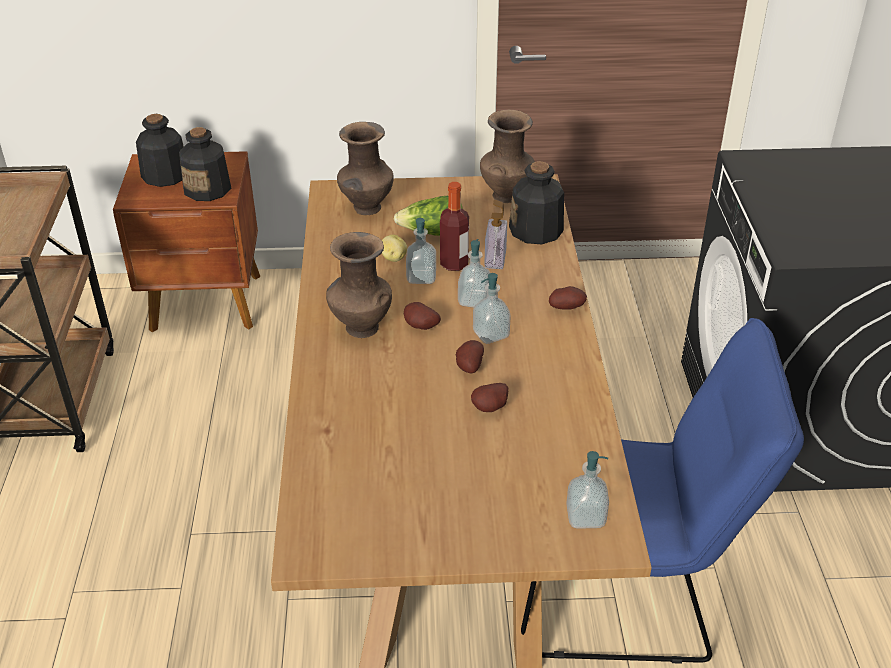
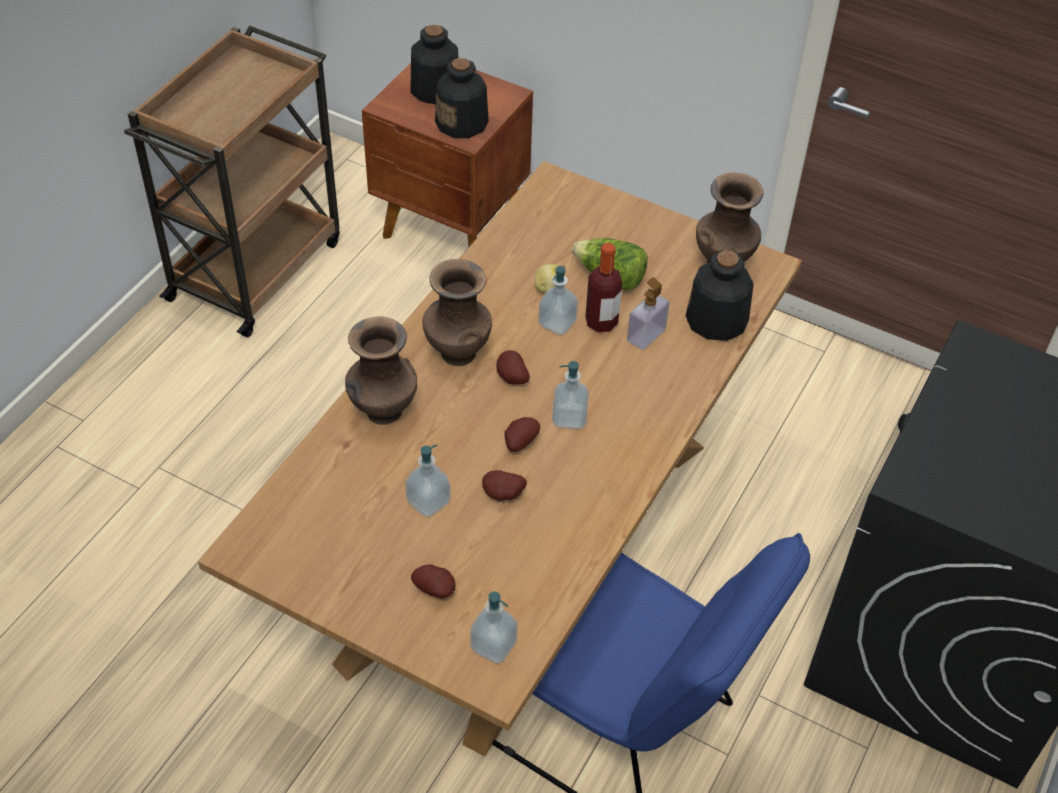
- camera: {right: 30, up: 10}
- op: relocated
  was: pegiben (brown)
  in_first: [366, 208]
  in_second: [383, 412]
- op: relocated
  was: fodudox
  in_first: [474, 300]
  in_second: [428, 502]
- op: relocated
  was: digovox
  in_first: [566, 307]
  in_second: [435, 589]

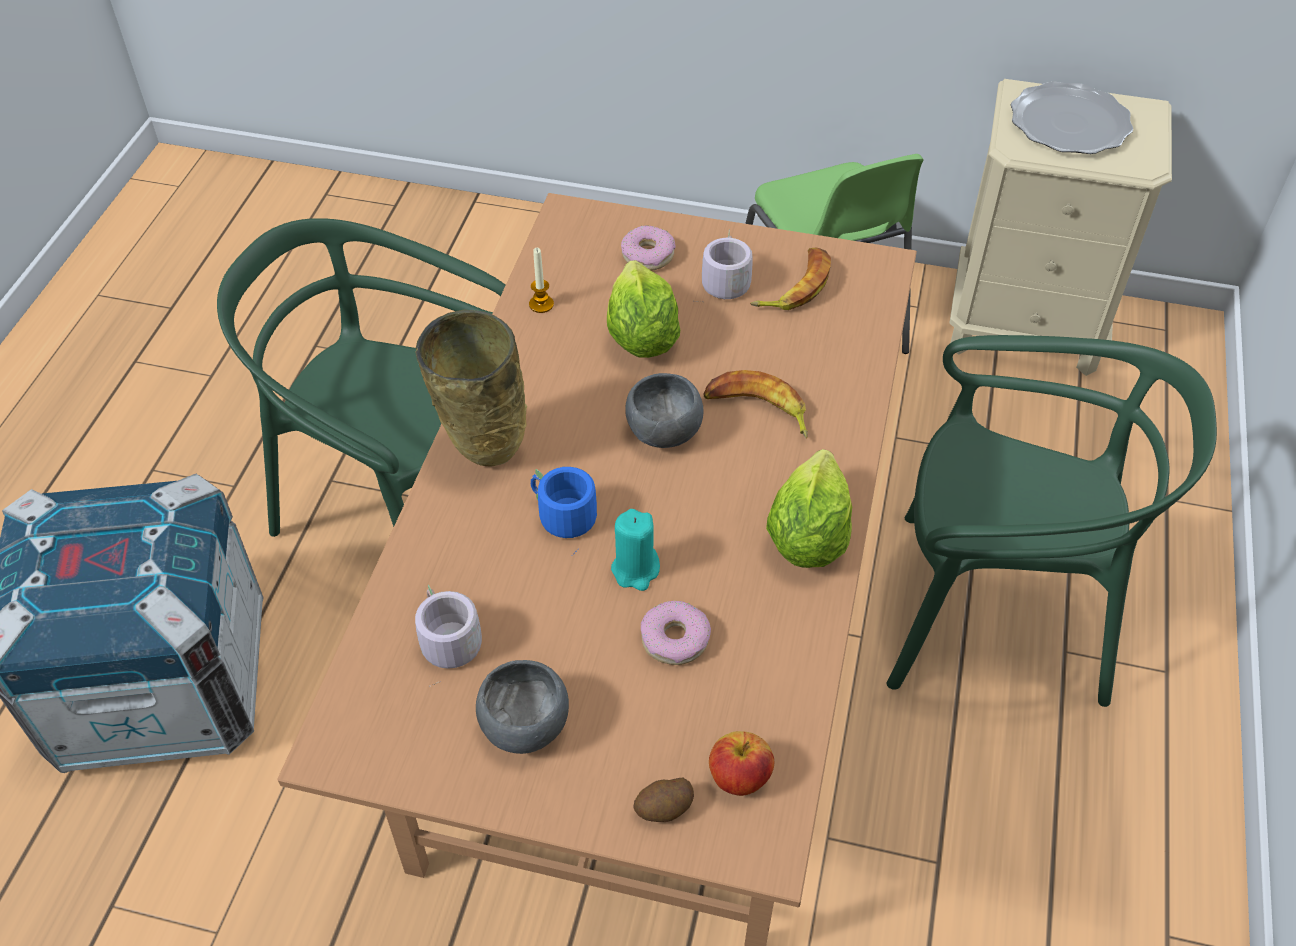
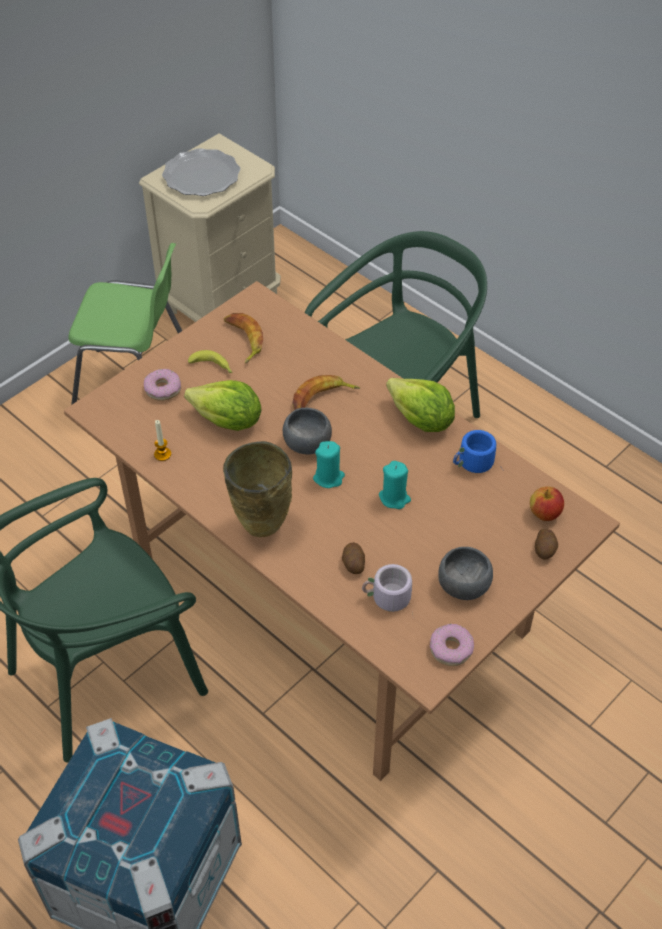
- camera: {right: -60, up: 0}
- op: relocated
  was: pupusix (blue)
  in_first: [560, 517]
  in_second: [473, 464]
- op: relocated
  was: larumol
  in_first: [675, 639]
  in_second: [450, 648]
- op: exchanged
  was: pupusix (grey)
  now: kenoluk
  in_first: [723, 281]
  in_second: [213, 367]
- op: appeared
  now: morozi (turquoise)
  in_second: [329, 477]
- op: appeared
  now: digovox
  in_second: [353, 564]

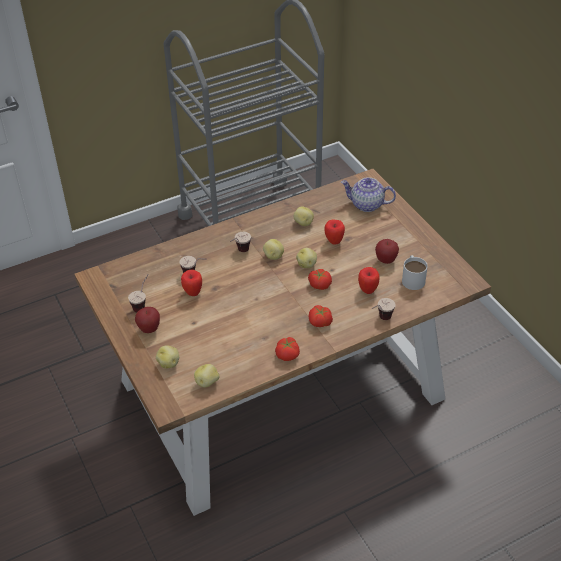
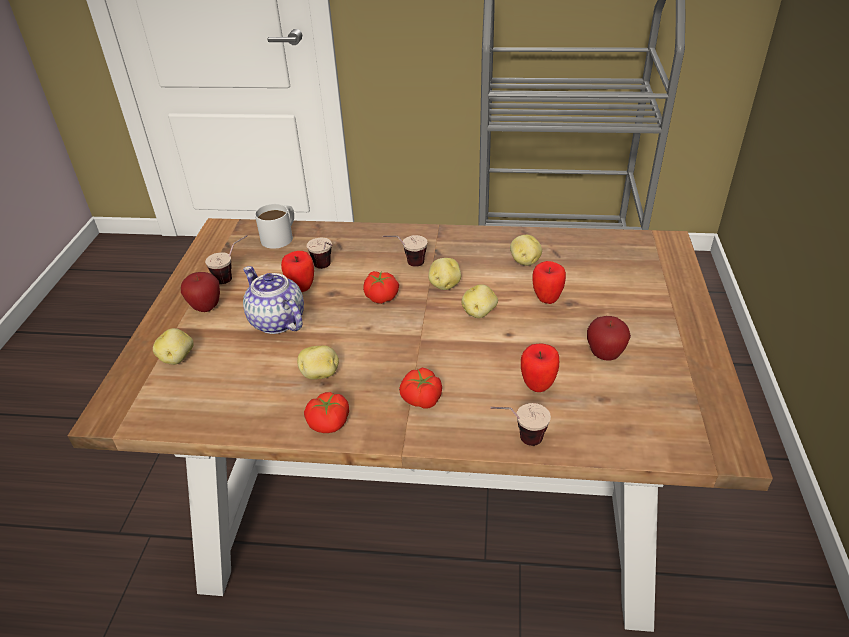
- camera: {right: 35, up: -5}
- op: relocated
  was: digovox
  in_first: [207, 382]
  in_second: [320, 374]
- op: relocated
  was: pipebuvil
  in_first: [320, 284]
  in_second: [381, 296]
- op: relocated
  was: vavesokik
  in_first: [366, 205]
  in_second: [276, 321]
- op: relocated
  was: pupusix (white)
  in_first: [412, 278]
  in_second: [281, 236]

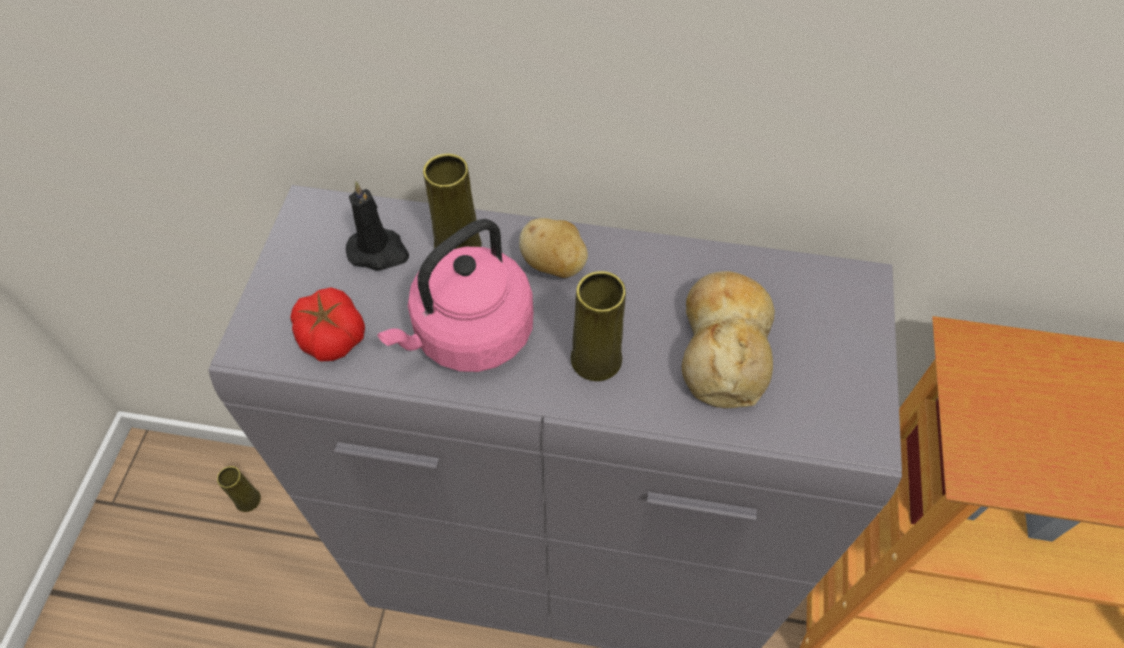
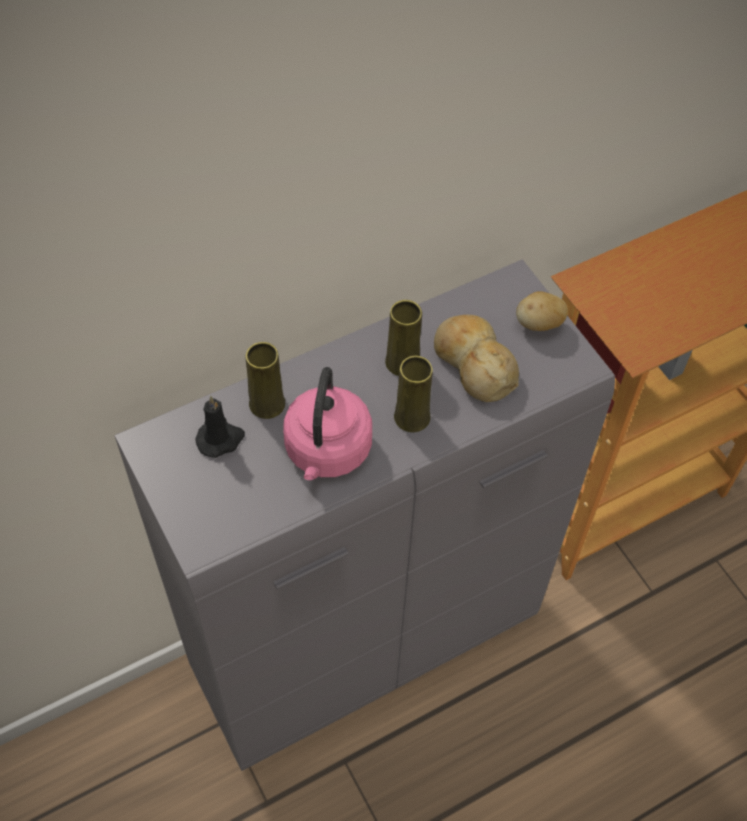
- camera: {right: -40, up: 0}
- op: relocated
  was: pegiben (yellow)
  in_first: [248, 500]
  in_second: [402, 362]
- op: missing
  was: pipebuvil
  in_first: [331, 336]
- op: relocated
  was: digovox
  in_first: [554, 265]
  in_second: [538, 324]

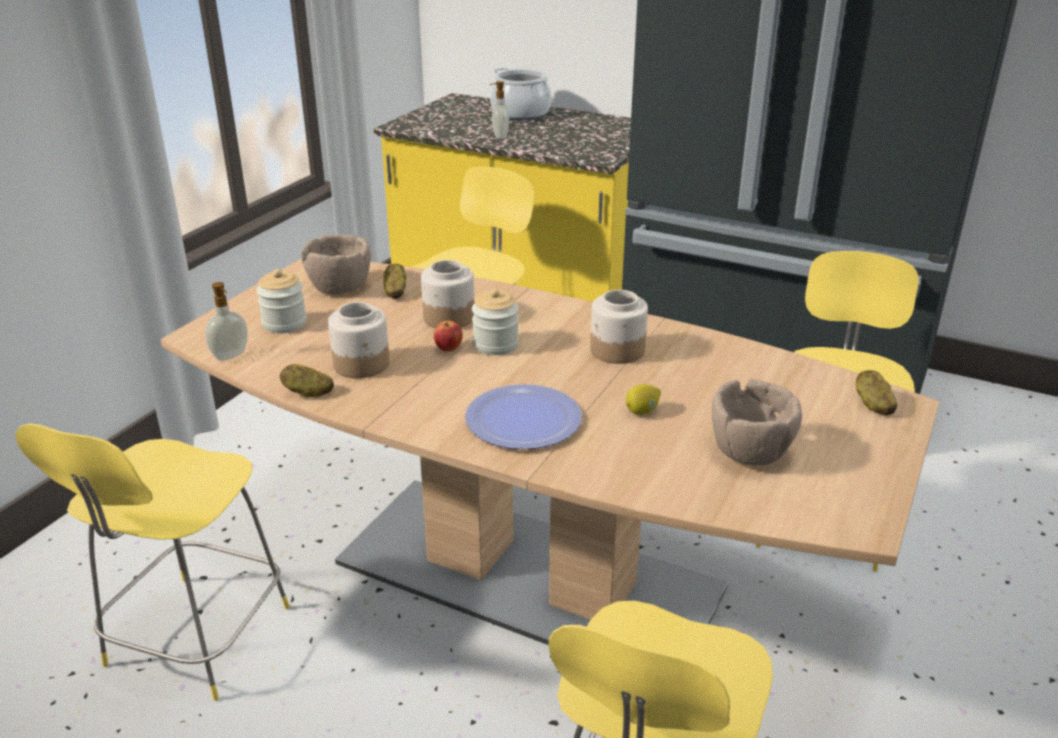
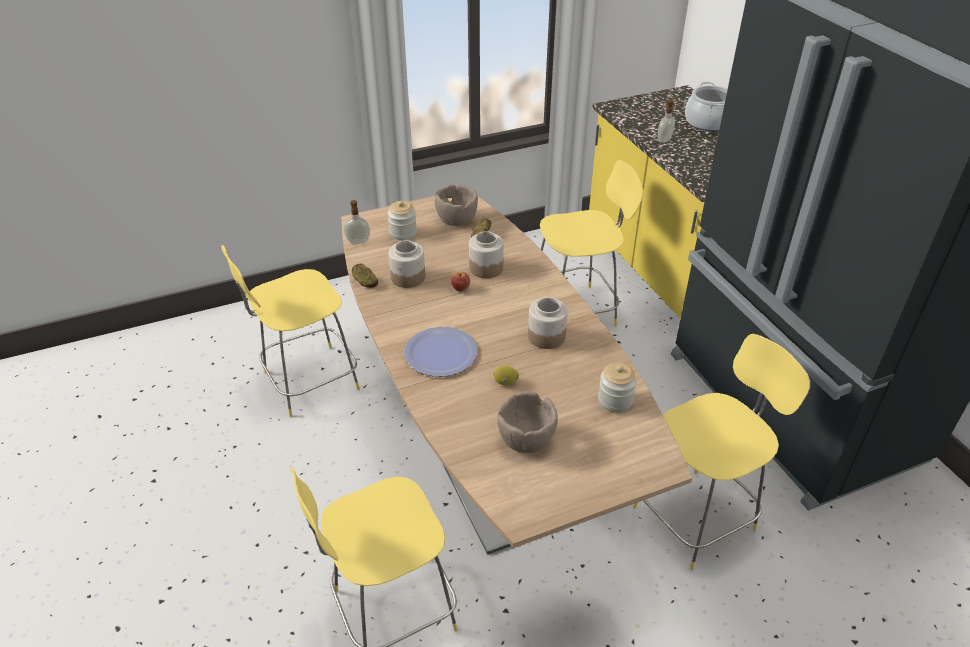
- camera: {right: 40, up: 10}
- op: relocated
  was: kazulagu
  in_first: [495, 345]
  in_second: [615, 400]
- op: missing
  was: digovox
  in_first: [872, 405]

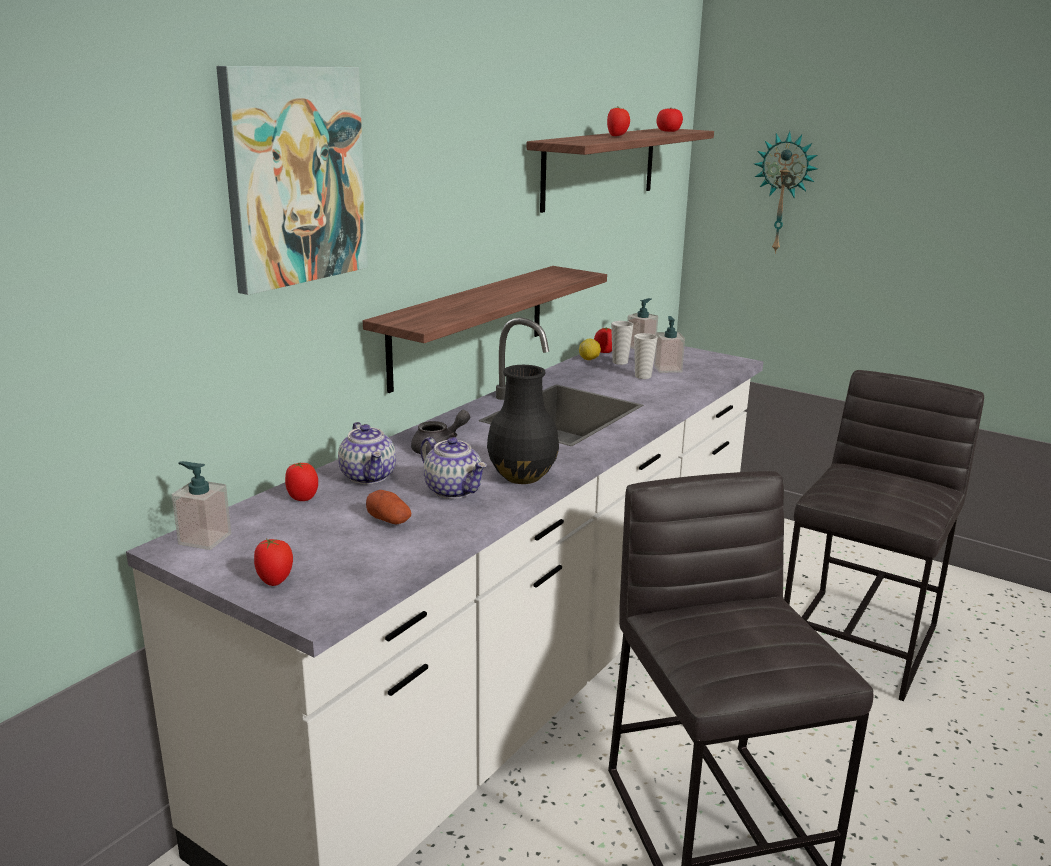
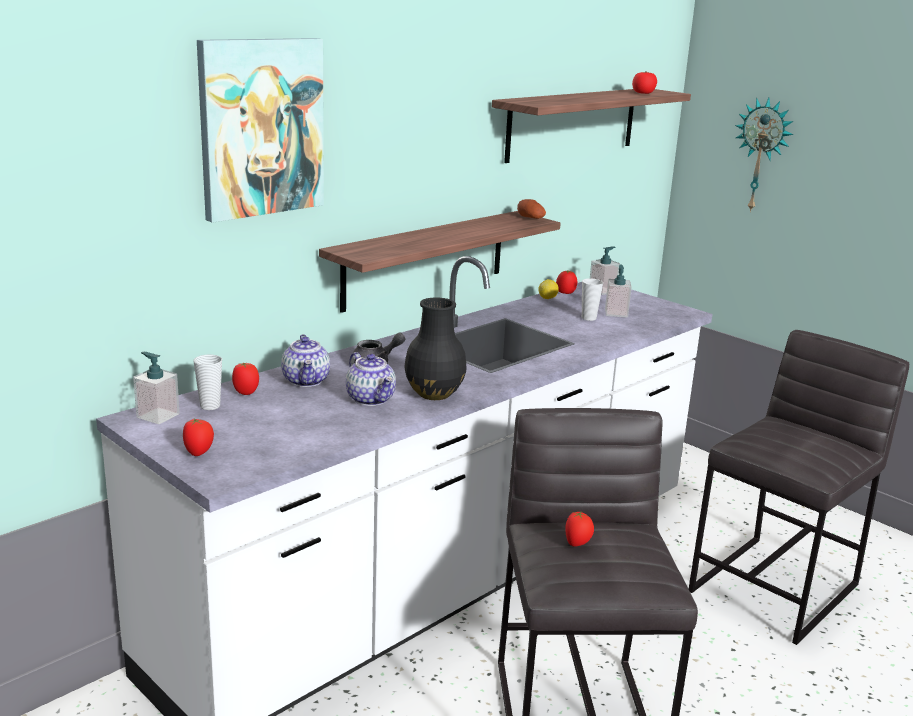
- camera: {right: 10, up: 0}
- op: relocated
  was: digovox
  in_first: [389, 520]
  in_second: [530, 218]
- op: relocated
  was: pipebuvil
  in_first: [617, 136]
  in_second: [577, 543]
- op: relocated
  was: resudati
  in_first: [620, 362]
  in_second: [210, 406]

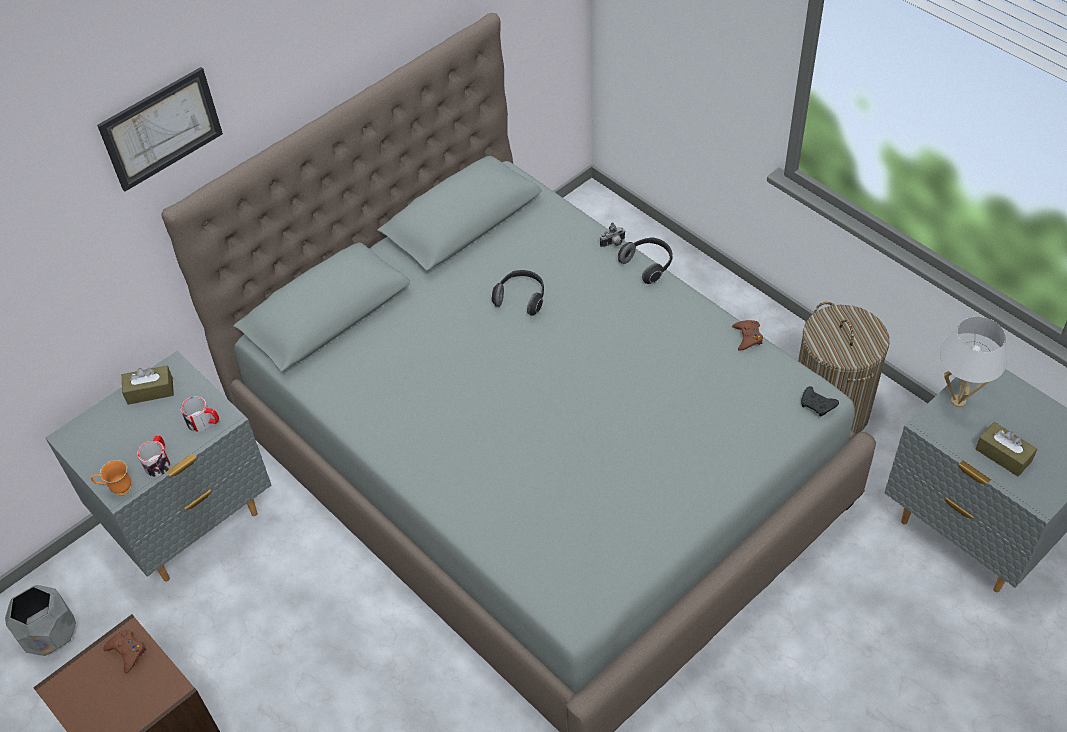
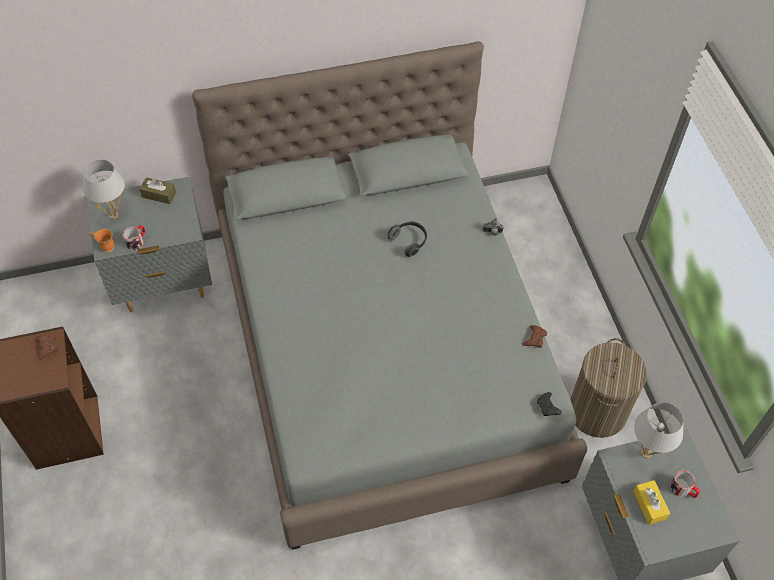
- camera: {right: 25, up: 5}
- op: missing
  was: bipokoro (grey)
  in_first: [51, 634]
- op: missing
  was: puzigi
  in_first: [161, 128]
- op: relocated
  was: pupusix
  in_first: [204, 422]
  in_second: [683, 490]
- op: missing
  was: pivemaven
  in_first: [648, 265]
- op: colour
  was: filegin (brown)
  now: filegin (yellow)
  in_first: [1003, 455]
  in_second: [649, 505]
- op: appeared
  now: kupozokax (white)
  in_second: [113, 215]

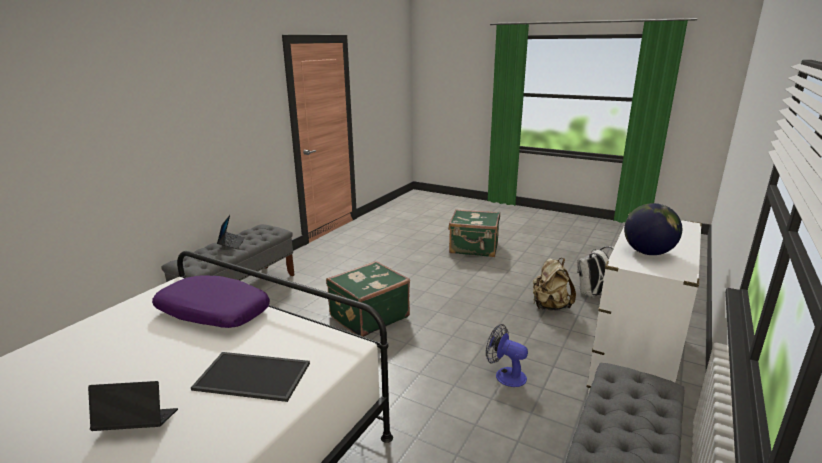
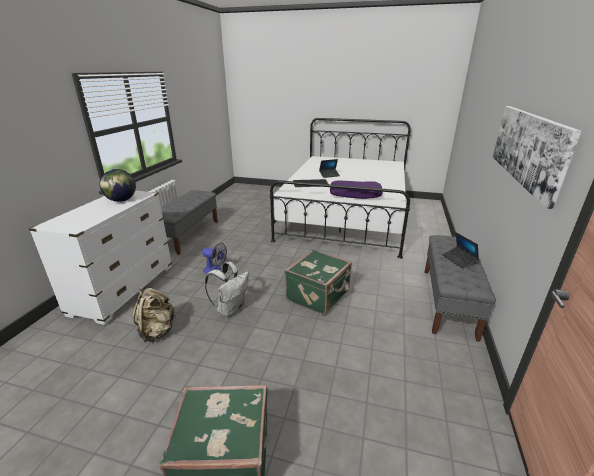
- camera: {right: 165, up: 5}
- op: relocated
  was: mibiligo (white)
  in_first: [593, 294]
  in_second: [230, 309]
- op: appeared
  now: puzigi
  in_second: [527, 147]

